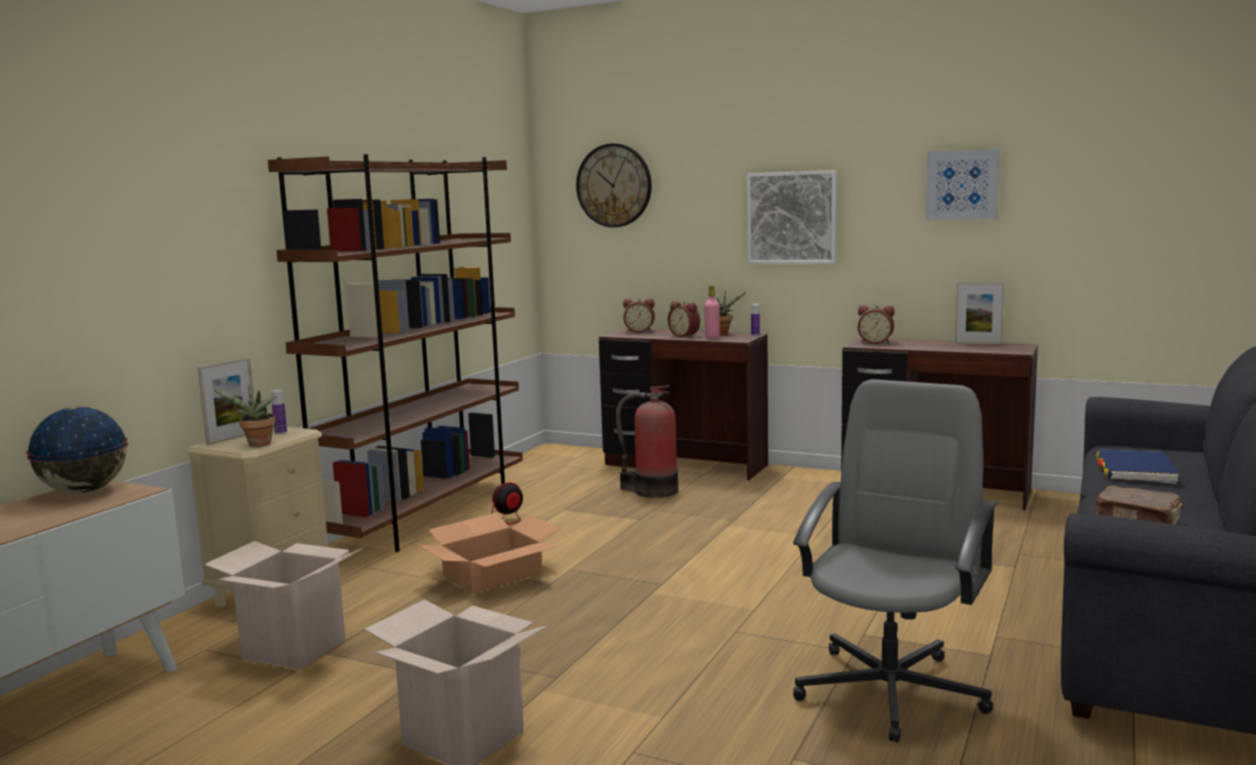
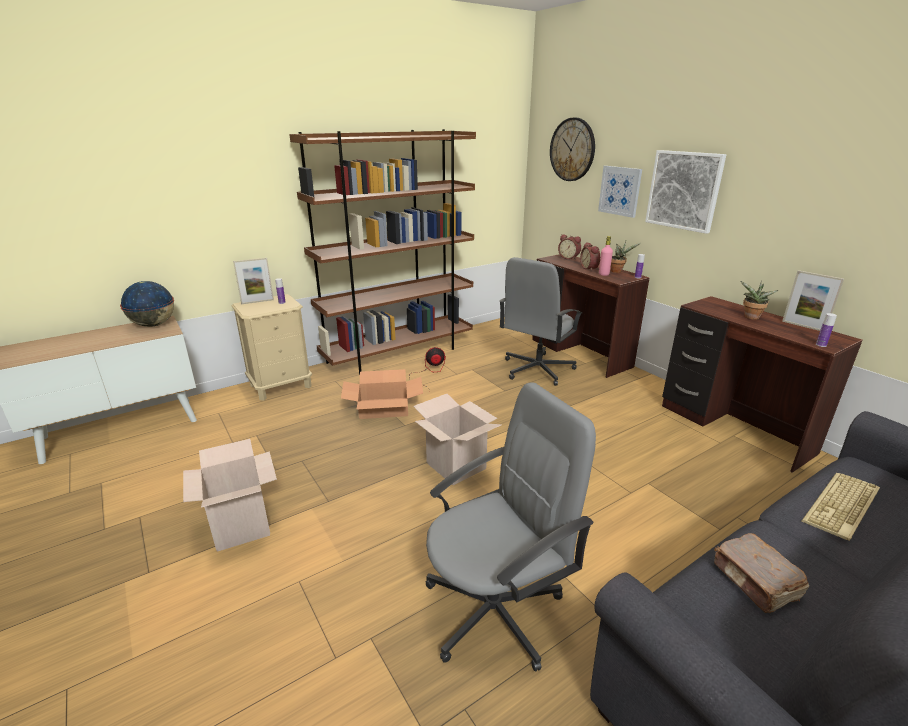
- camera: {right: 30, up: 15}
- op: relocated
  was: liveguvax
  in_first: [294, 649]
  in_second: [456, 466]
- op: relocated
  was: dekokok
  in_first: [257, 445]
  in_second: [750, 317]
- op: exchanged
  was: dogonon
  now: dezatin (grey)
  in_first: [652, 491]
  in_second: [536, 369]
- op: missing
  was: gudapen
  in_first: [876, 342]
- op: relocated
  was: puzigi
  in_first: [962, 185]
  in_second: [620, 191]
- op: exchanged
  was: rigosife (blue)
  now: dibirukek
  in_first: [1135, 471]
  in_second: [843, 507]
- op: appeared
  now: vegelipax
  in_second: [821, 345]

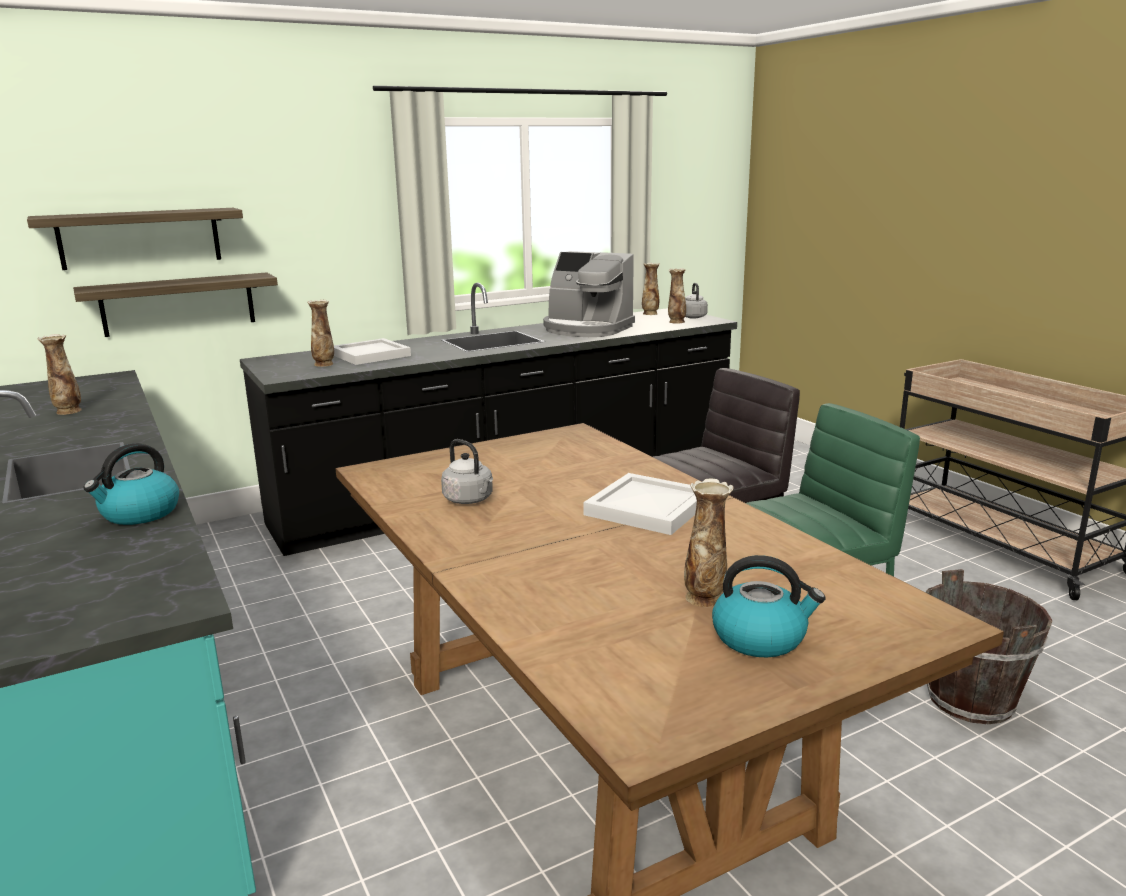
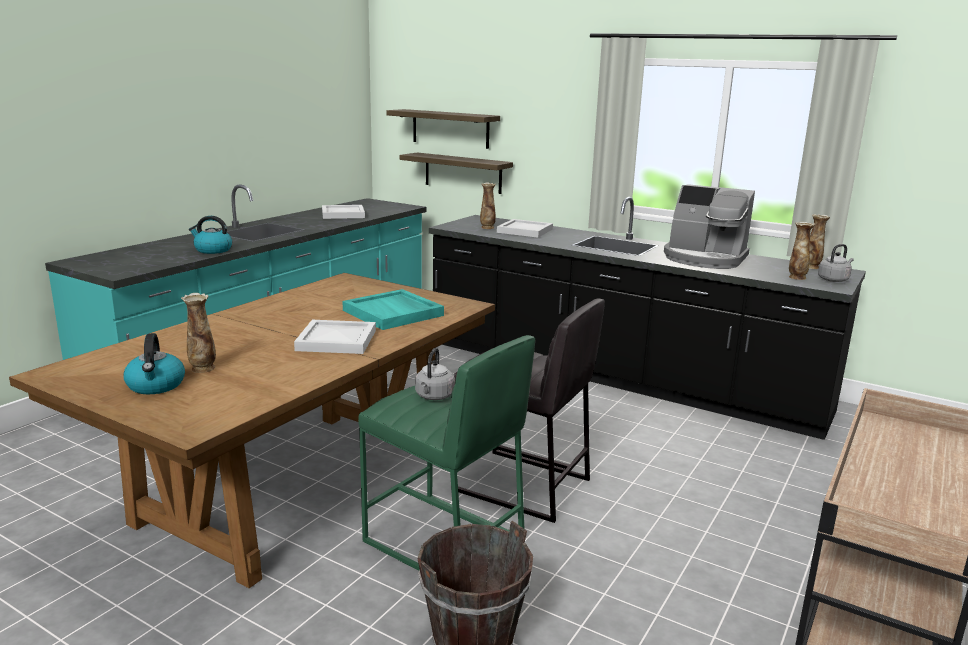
- camera: {right: 60, up: 0}
- op: exchanged
  was: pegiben
  now: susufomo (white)
  in_first: [68, 411]
  in_second: [342, 214]
- op: relocated
  was: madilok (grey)
  in_first: [470, 500]
  in_second: [434, 396]
- op: spun
  was: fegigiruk
  in_first: [586, 329]
  in_second: [704, 259]
  clockwise: -60
- op: appeared
  now: susufomo (turquoise)
  in_second: [394, 313]

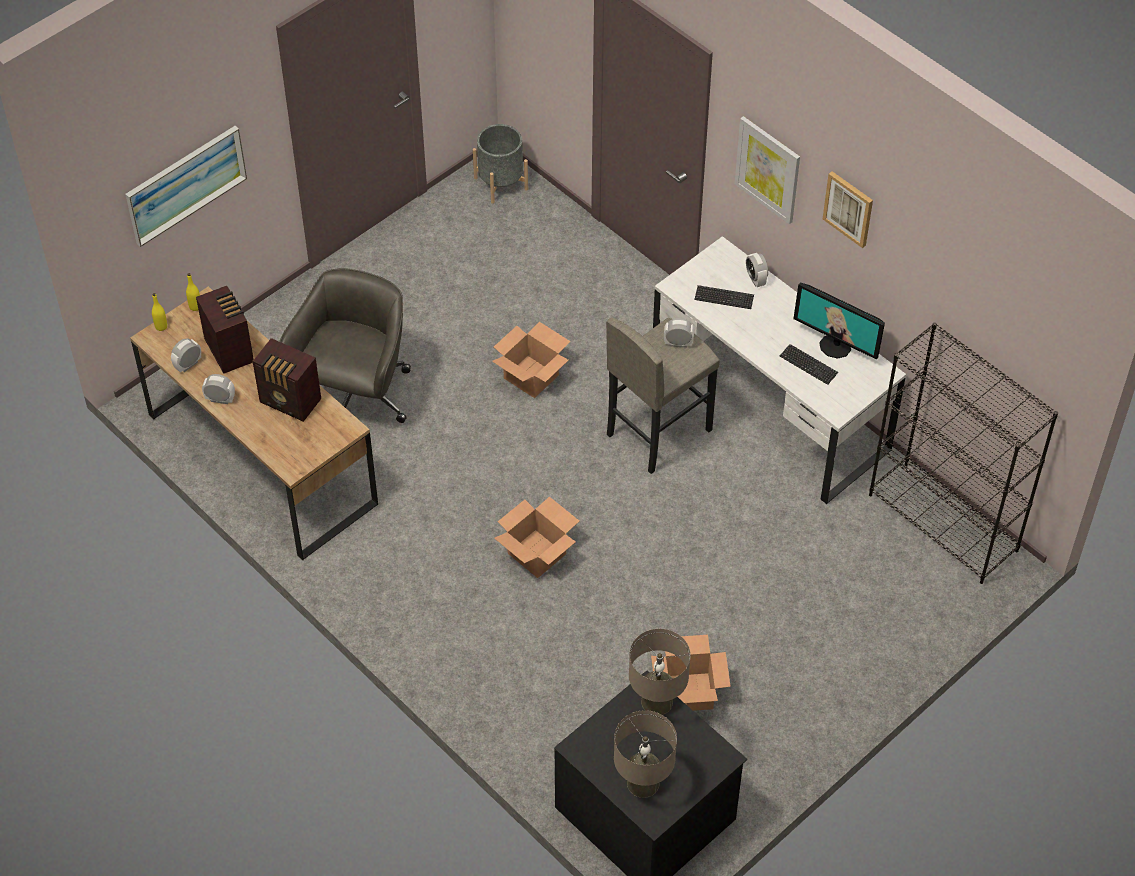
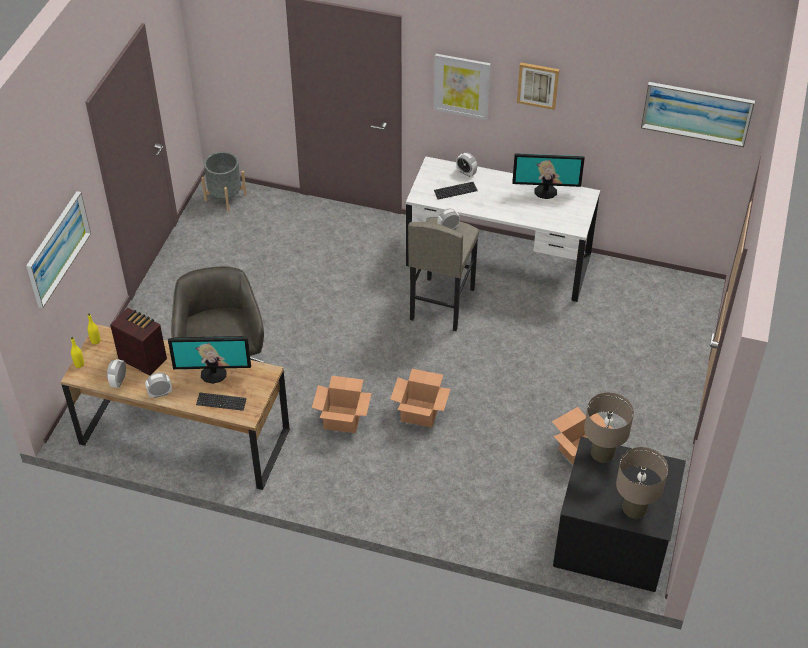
- camera: {right: -30, up: -5}
- op: exchanged
  was: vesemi
  now: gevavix
  in_first: [291, 402]
  in_second: [213, 373]
- op: relocated
  was: liveguvax
  in_first: [530, 376]
  in_second: [342, 419]
- op: relocated
  was: dibirukek
  in_first: [808, 365]
  in_second: [221, 402]
- op: missing
  was: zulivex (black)
  in_first: [944, 523]
- op: appeared
  now: puzigi
  in_second: [697, 113]

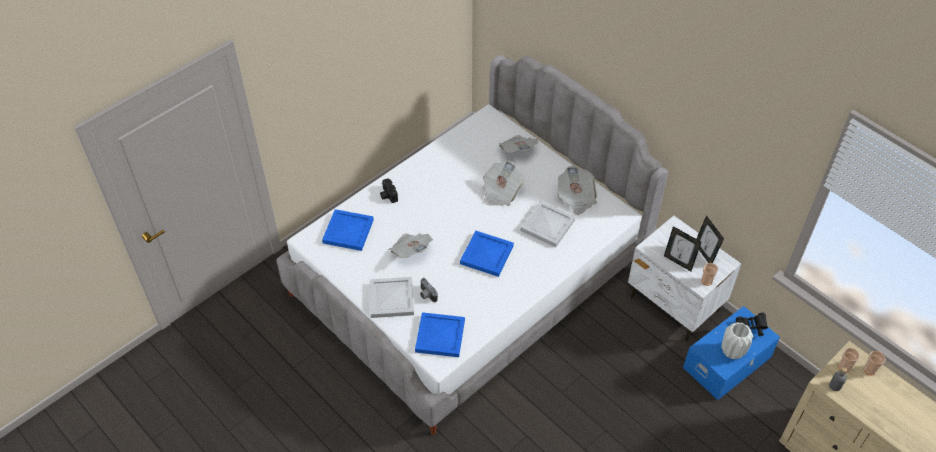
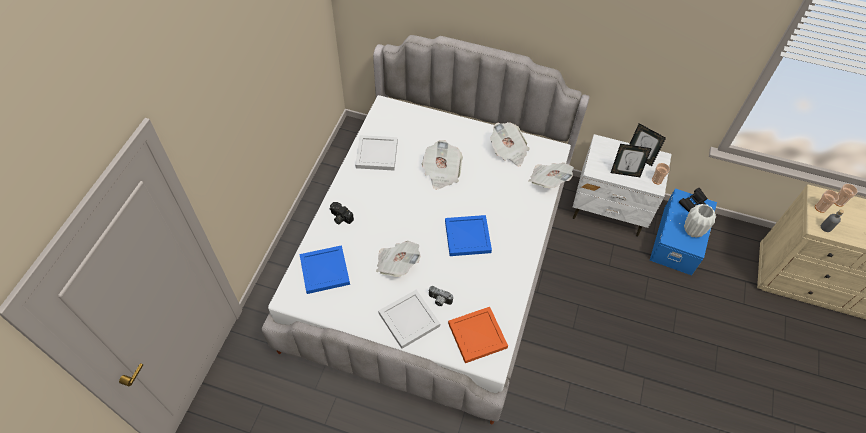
- camera: {right: -30, up: 5}
- op: colour
  was: susufomo (blue)
  now: susufomo (orange)
  in_first: [441, 335]
  in_second: [477, 334]
- op: relocated
  was: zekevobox
  in_first: [517, 151]
  in_second: [548, 180]
- op: relocated
  was: susufomo (white)
  in_first: [546, 225]
  in_second: [376, 154]

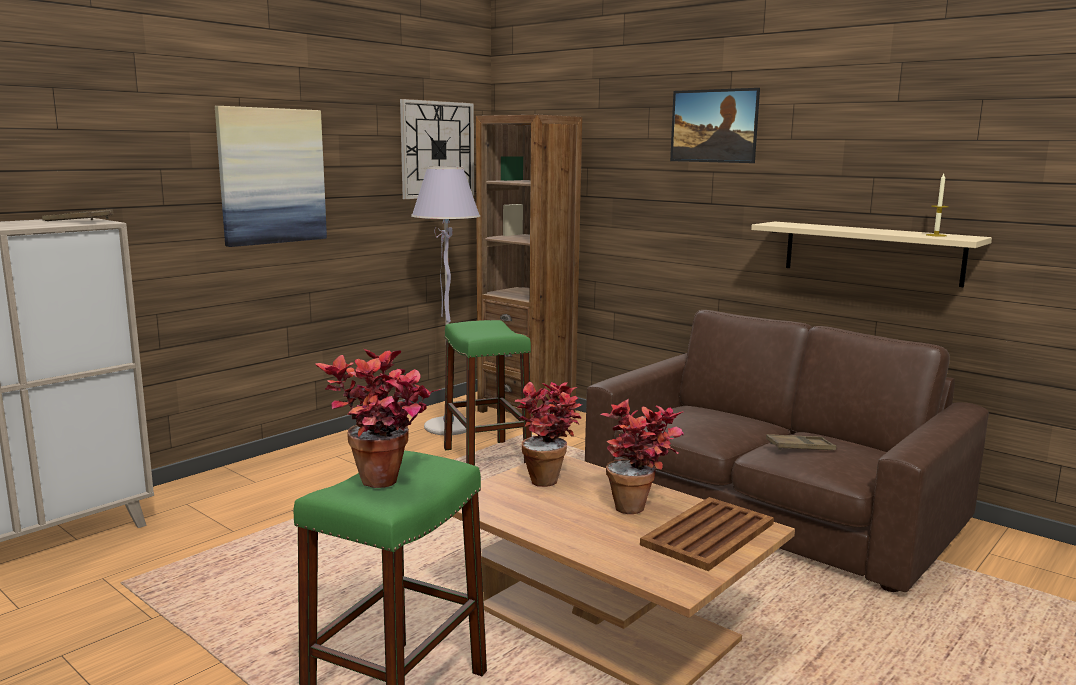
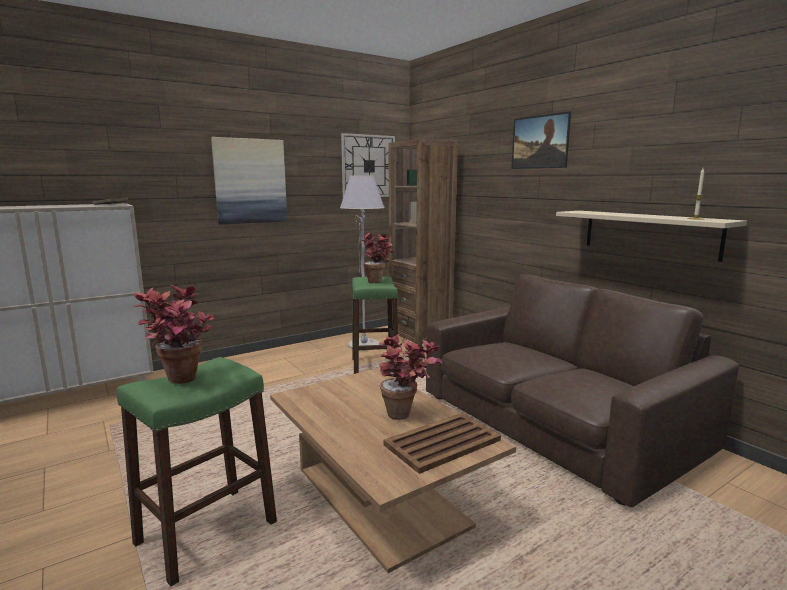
- camera: {right: 15, up: 0}
- op: relocated
  was: dekokok
  in_first: [549, 478]
  in_second: [378, 281]
- op: missing
  was: susufomo (brown)
  in_first: [800, 447]

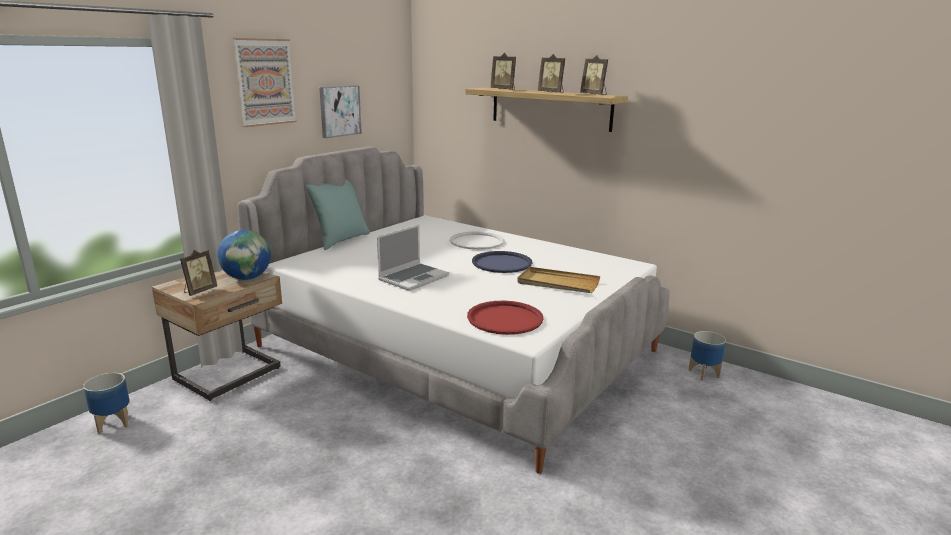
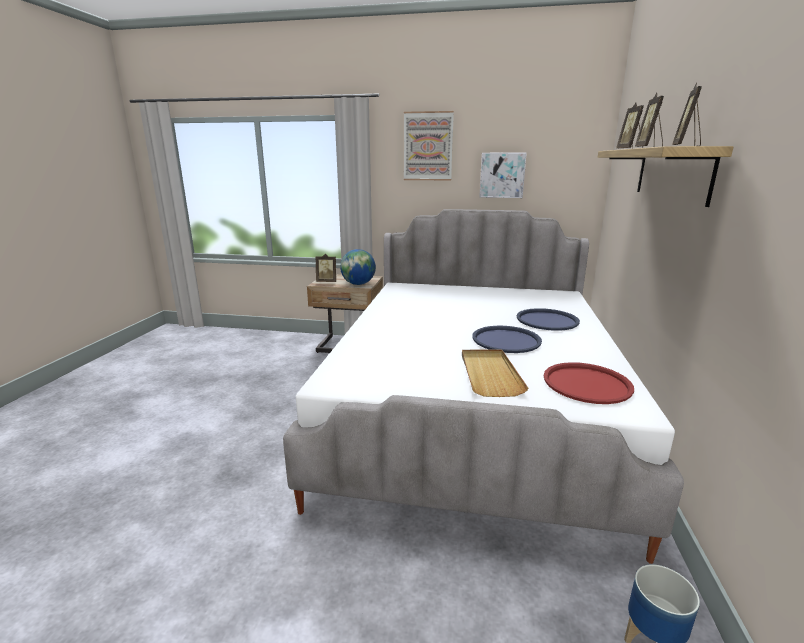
- camera: {right: 65, up: 0}
- op: missing
  was: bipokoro
  in_first: [113, 423]
- op: missing
  was: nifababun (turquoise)
  in_first: [340, 240]
- op: missing
  was: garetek
  in_first: [413, 278]
- op: colour
  was: susufomo (white)
  now: susufomo (blue)
  in_first: [476, 241]
  in_second: [547, 320]
- op: relocated
  was: susufomo (red)
  in_first: [505, 318]
  in_second: [587, 384]

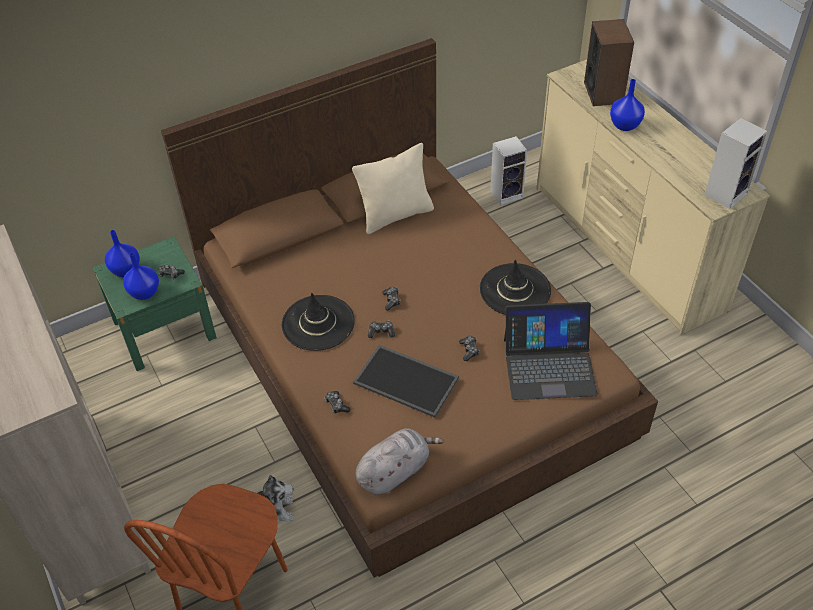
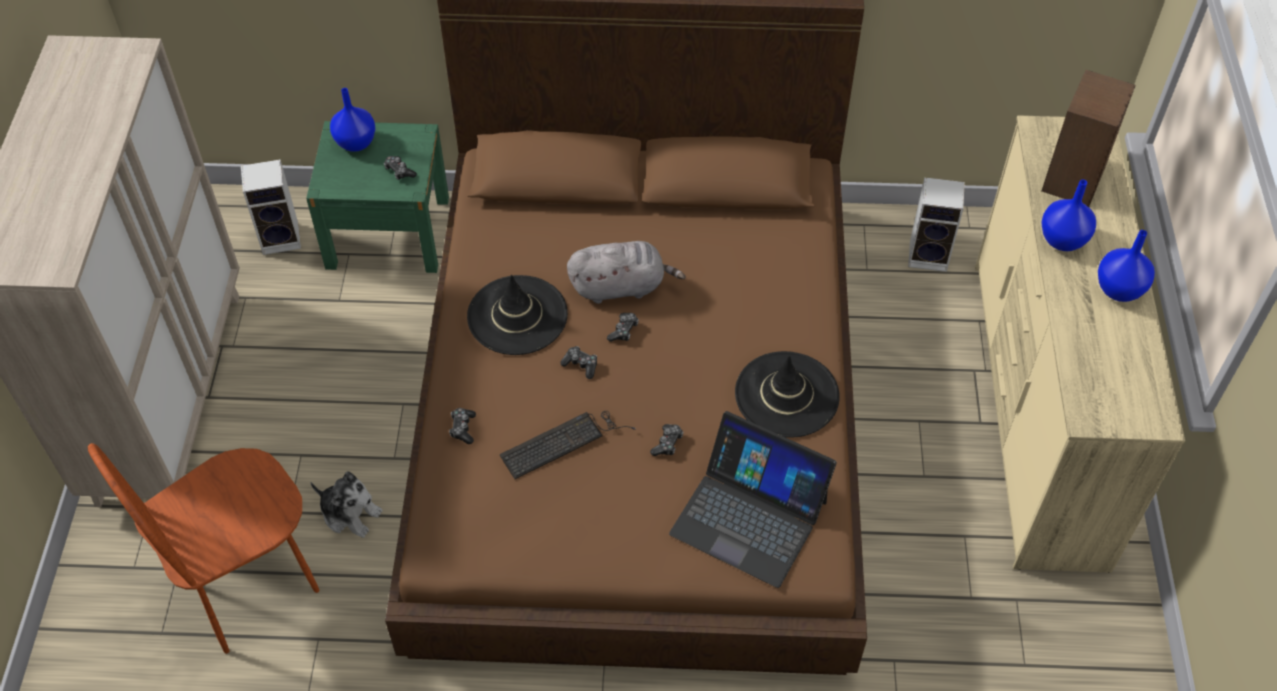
- camera: {right: 30, up: 5}
- op: relocated
  was: pegiben (blue)
  in_first: [145, 292]
  in_second: [1119, 289]
- op: missing
  was: nifababun (beige)
  in_first: [396, 215]
- op: exchanged
  was: susufomo
  now: dibirukek
  in_first: [407, 380]
  in_second: [564, 442]
- op: relocated
  was: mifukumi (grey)
  in_first: [395, 471]
  in_second: [621, 286]
- op: relocated
  was: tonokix
  in_first: [726, 193]
  in_second: [282, 237]

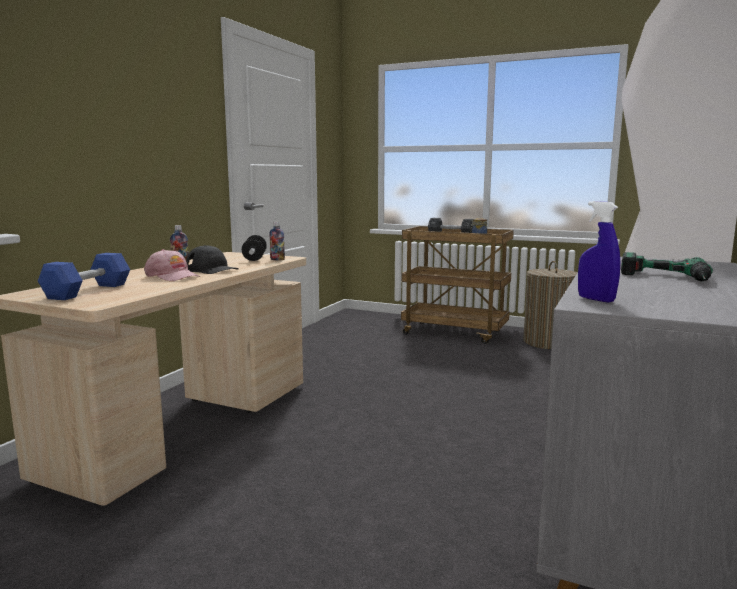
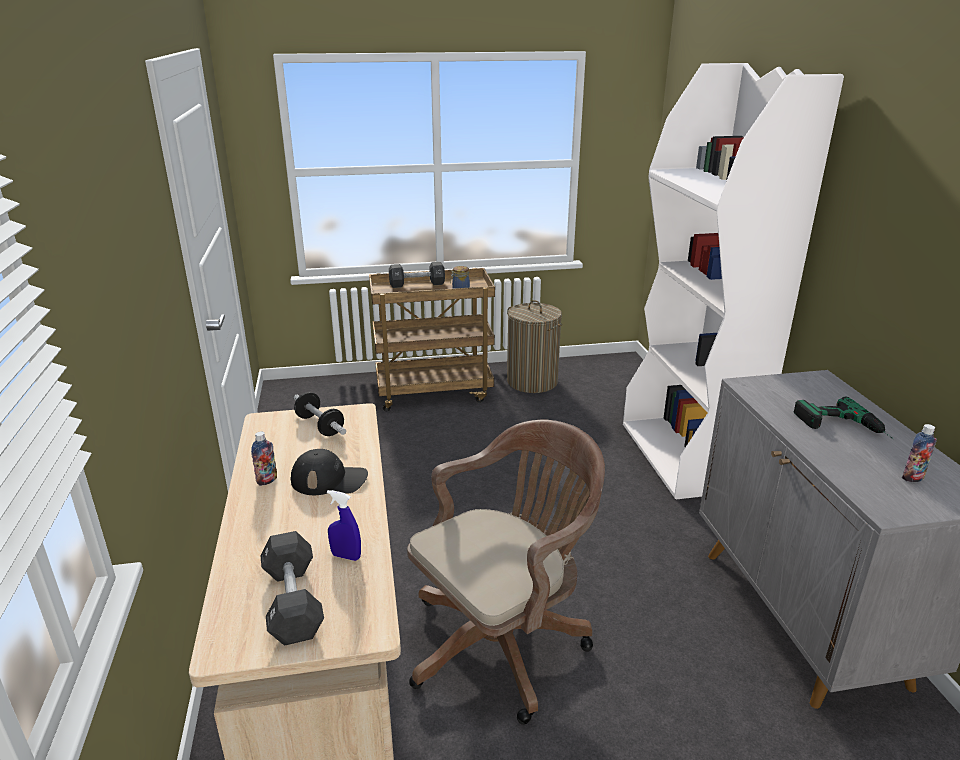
- camera: {right: -35, up: 15}
- op: colour
  was: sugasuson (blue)
  now: sugasuson (black)
  in_first: [88, 291]
  in_second: [293, 602]
- op: missing
  was: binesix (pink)
  in_first: [172, 276]
- op: relocated
  was: vegelipax
  in_first: [277, 259]
  in_second: [912, 478]
- op: relocated
  was: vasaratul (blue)
  in_first: [596, 299]
  in_second: [346, 556]
- op: appeared
  now: dezatin (brown)
  in_second: [504, 640]

